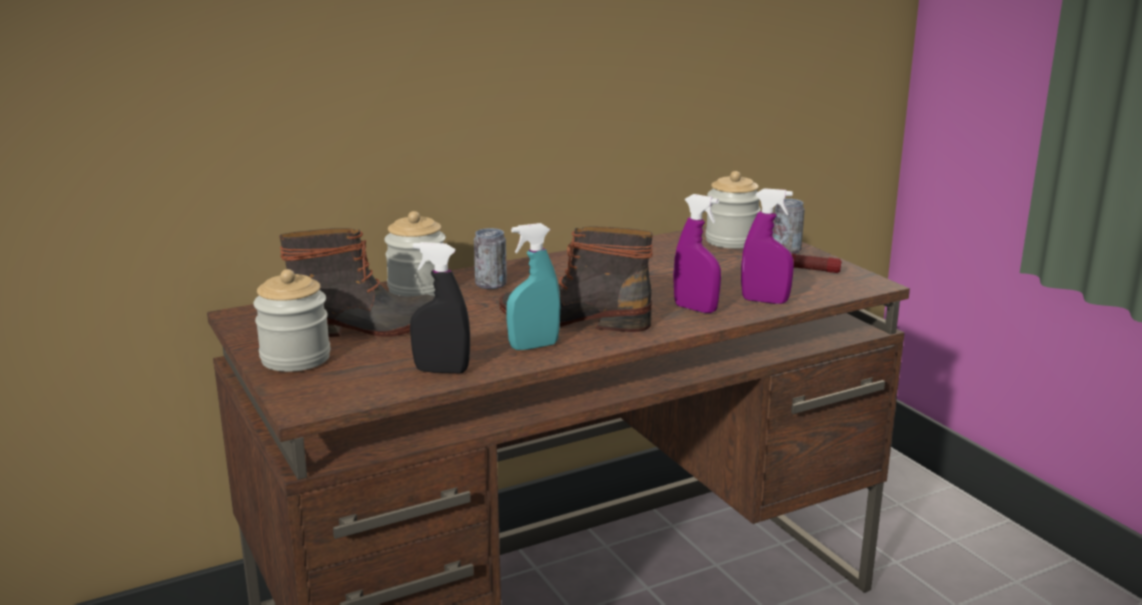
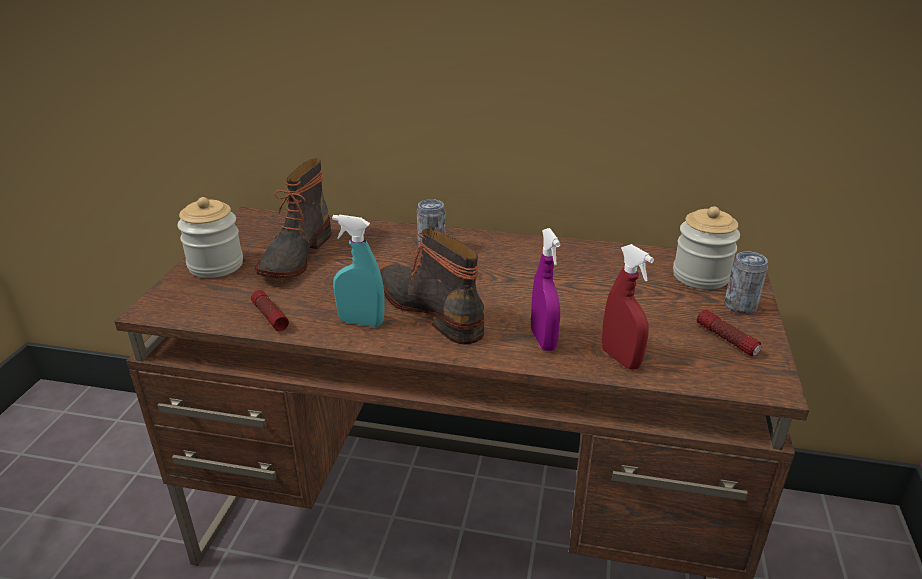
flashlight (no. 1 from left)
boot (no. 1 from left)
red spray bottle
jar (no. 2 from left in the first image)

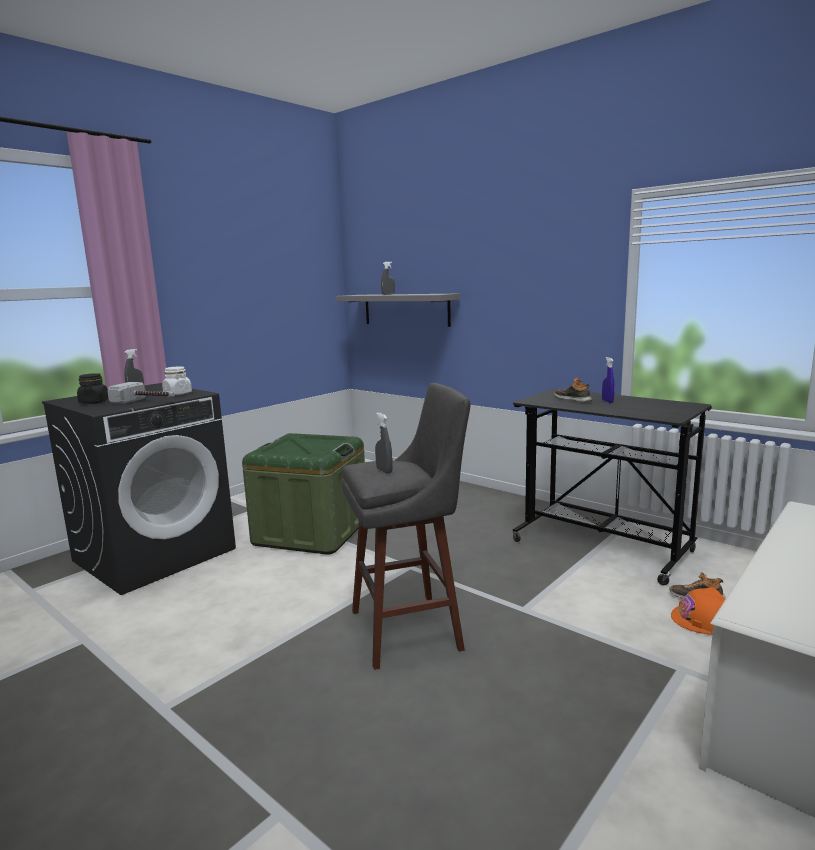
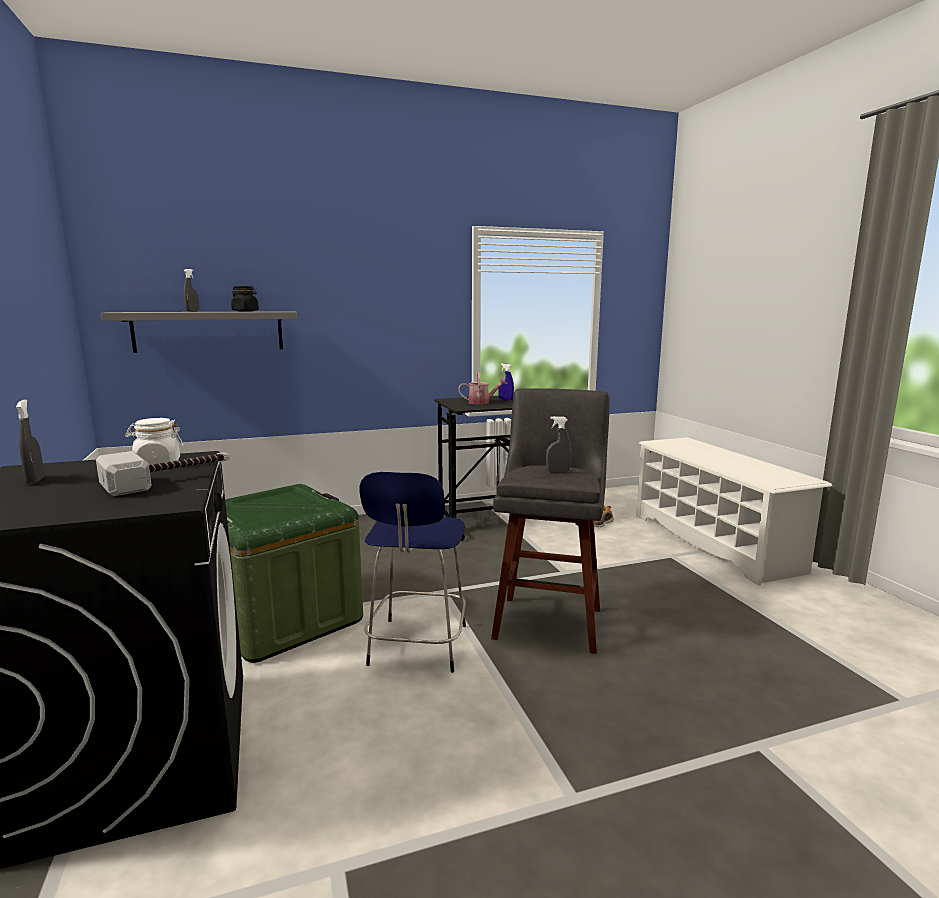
black jar
blue stool
watering can
orange hard hat

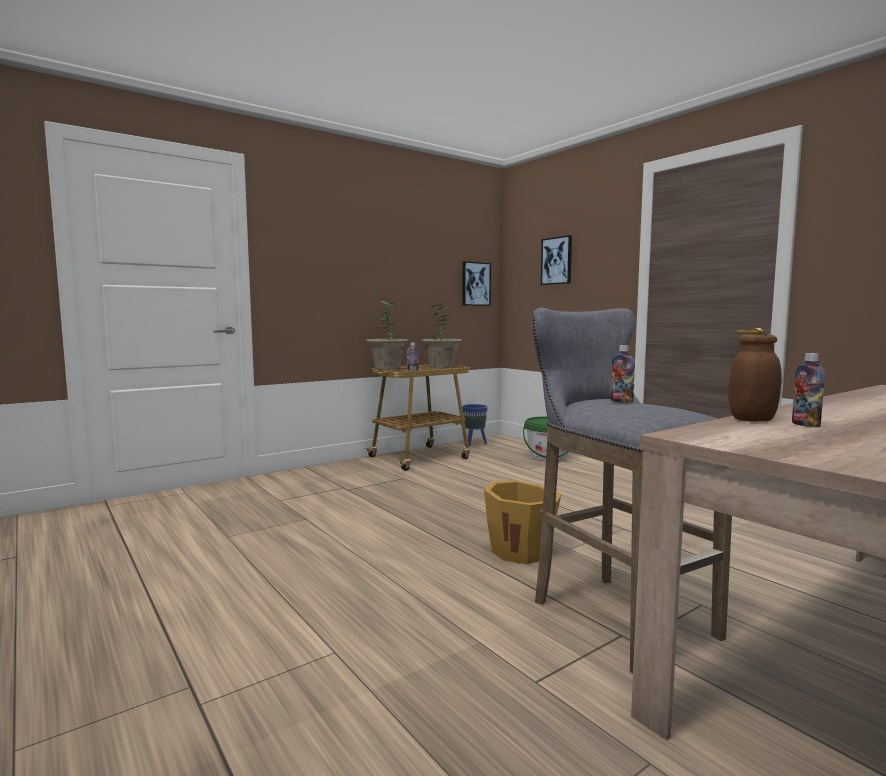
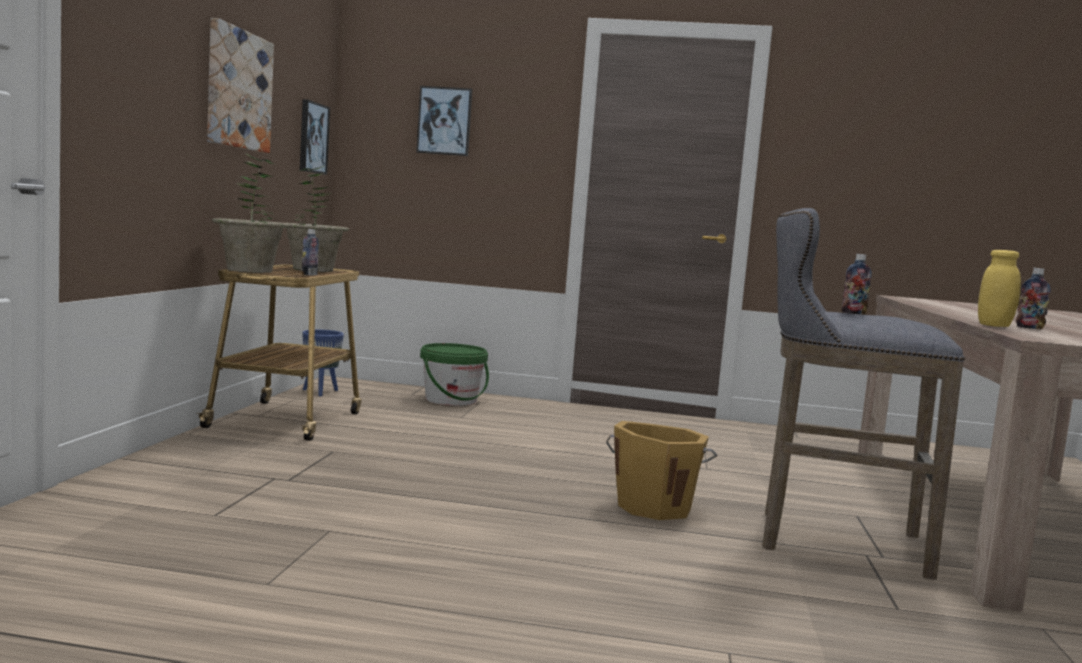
picture (no. 1 from left)
yellow jar

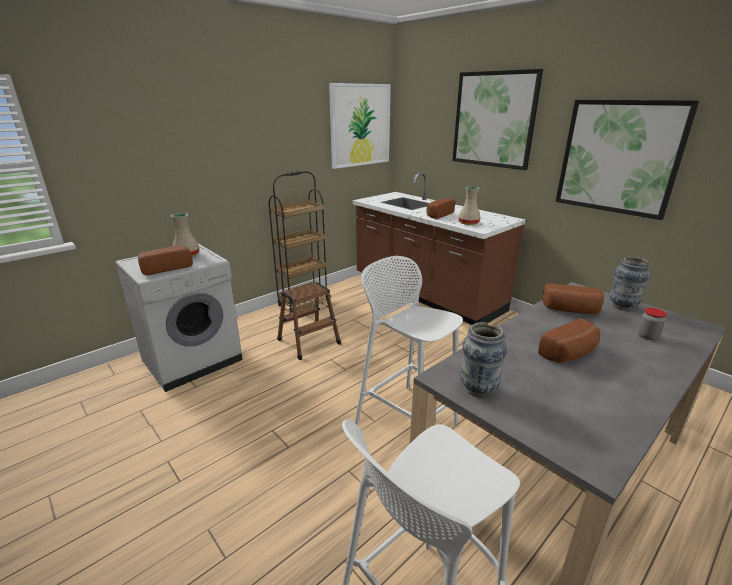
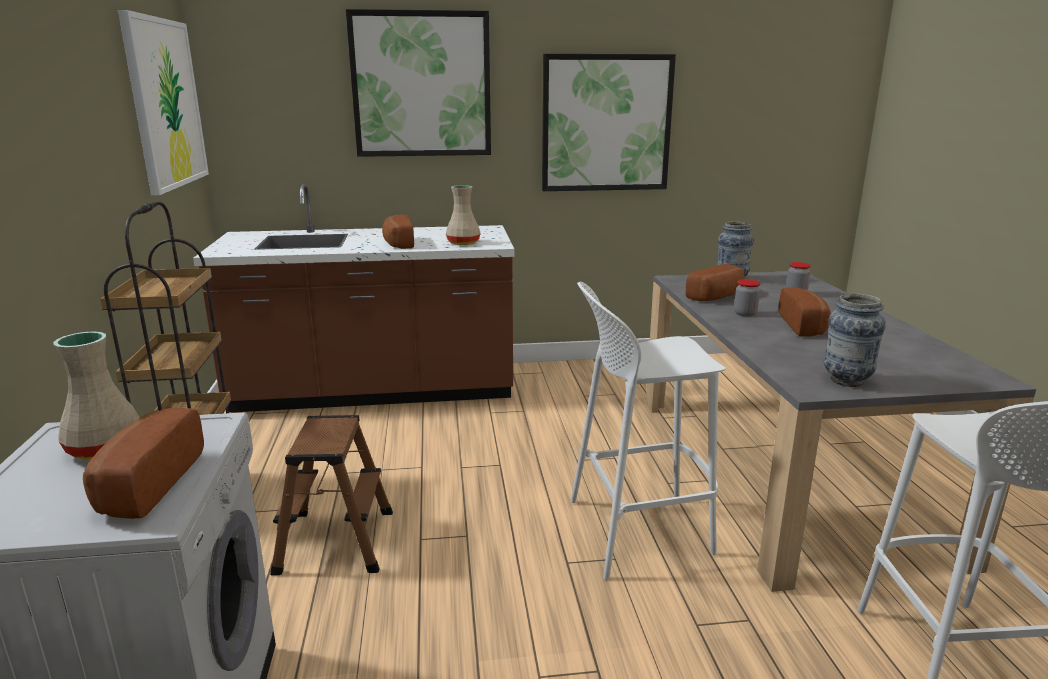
jar (no. 1 from left)

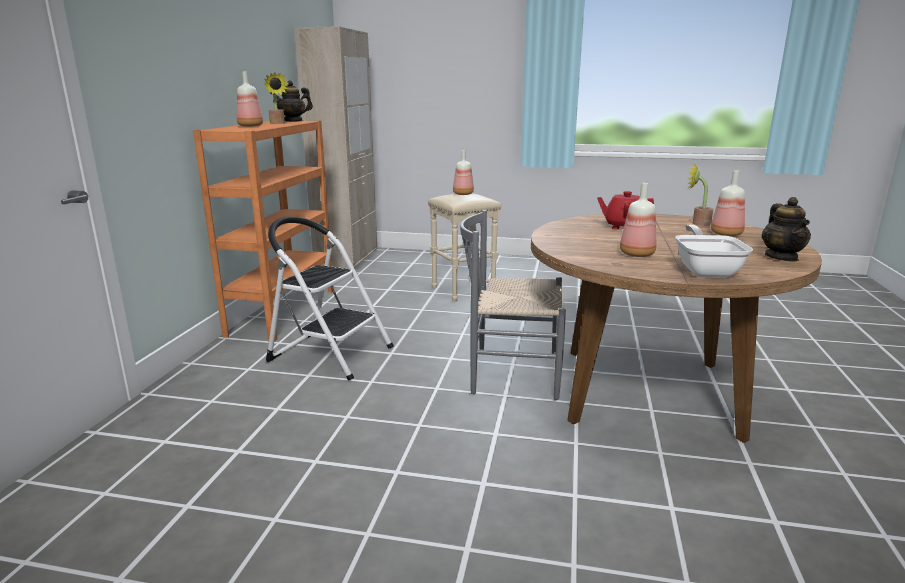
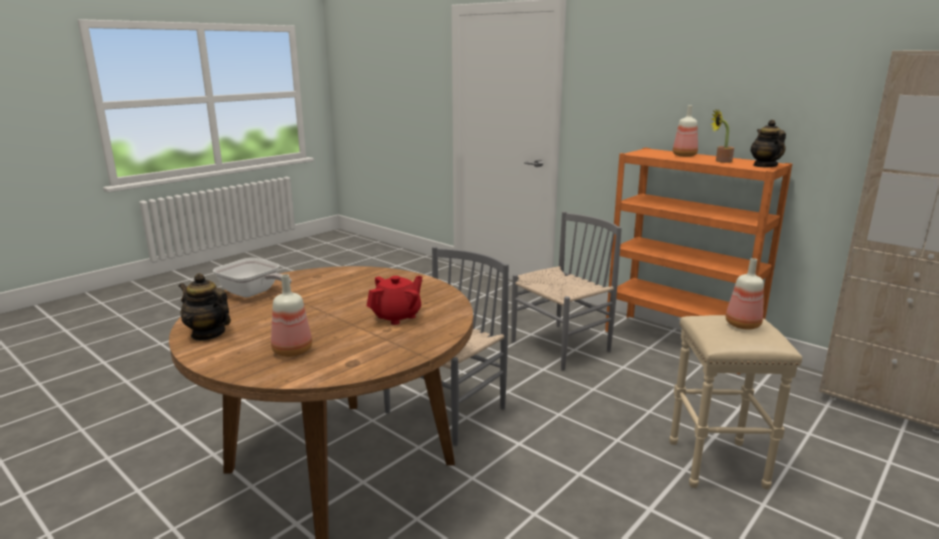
grey chair (no. 2 from left)
bottle (no. 3 from left in the first image)
potted plant (no. 2 from left in the first image)

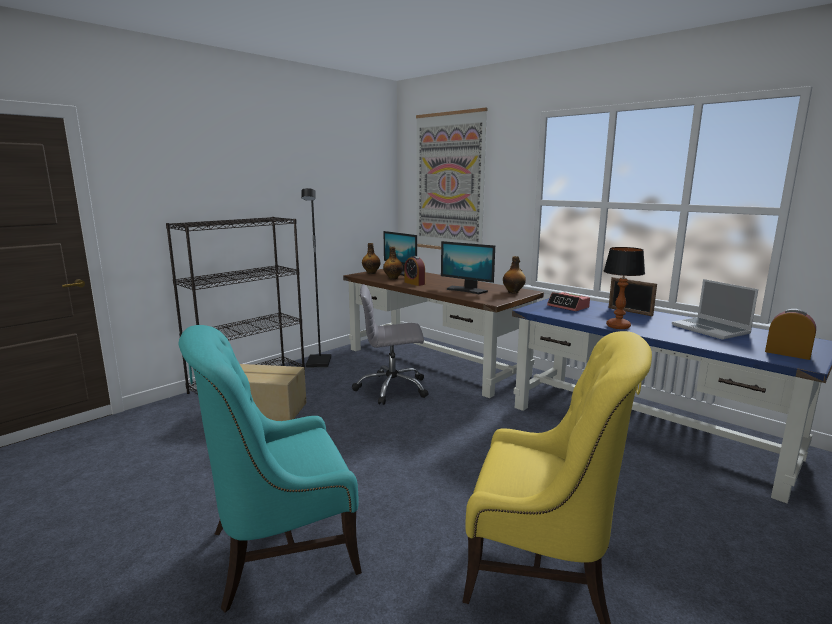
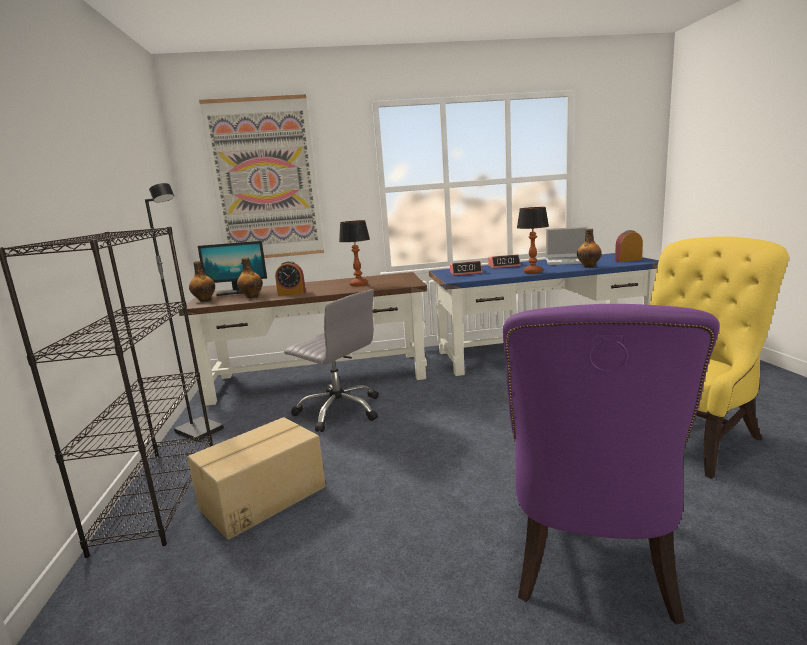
grey office chair
table lamp (no. 1 from left)
alarm clock (no. 3 from left)
purple chair
bottle (no. 3 from left)

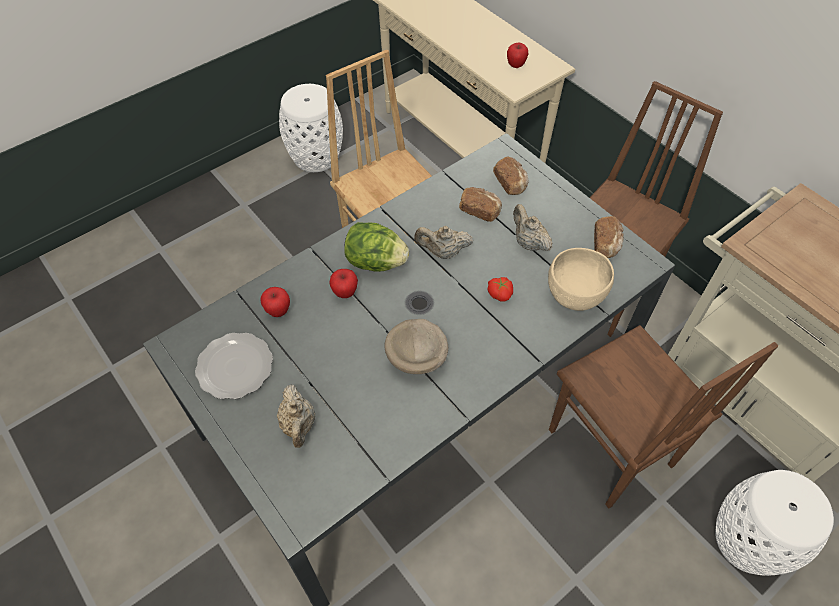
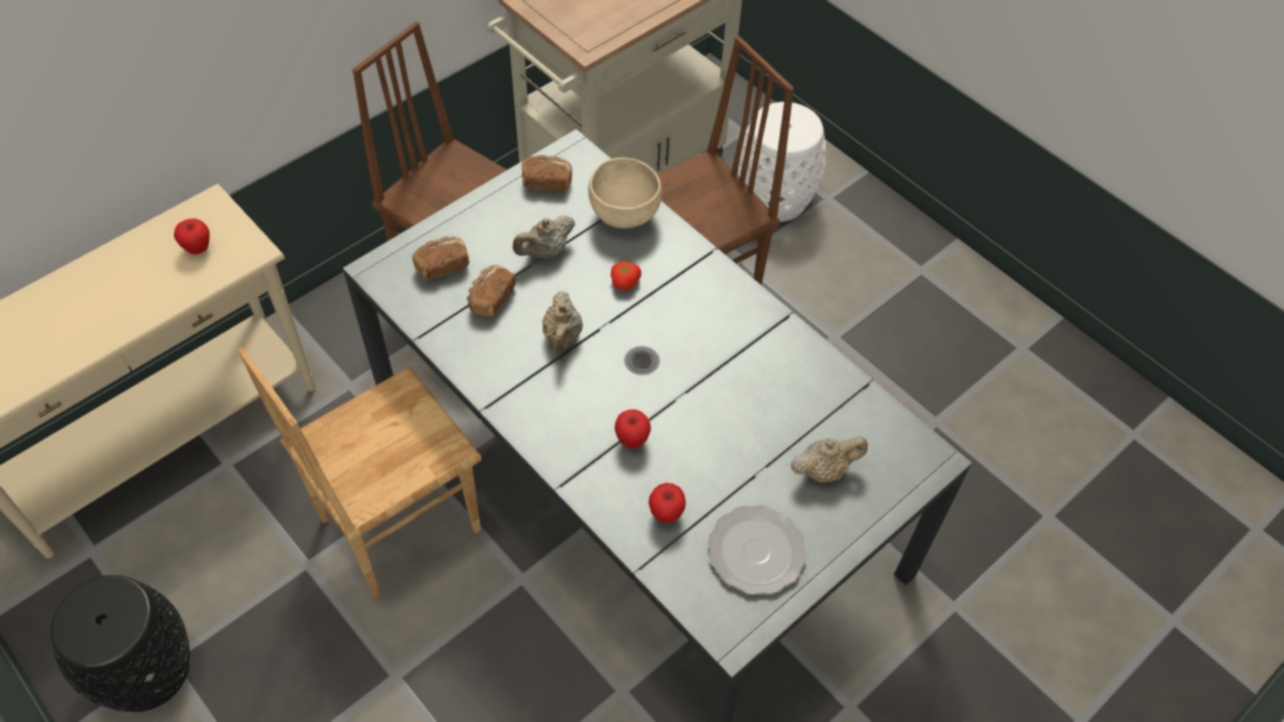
black stool
lettuce
beige bowl (no. 1 from left in the first image)

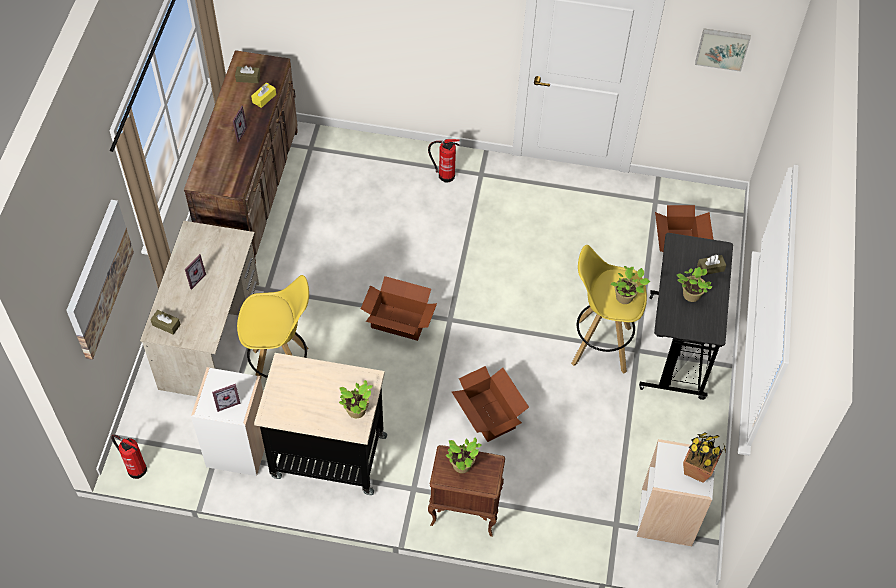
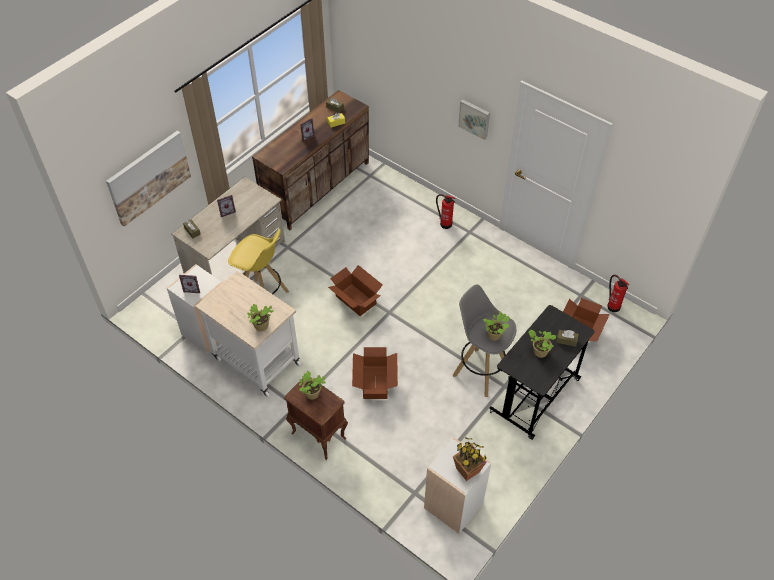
white cart
grey stool
picture (no. 2 from left)
fire extinguisher (no. 2 from left)

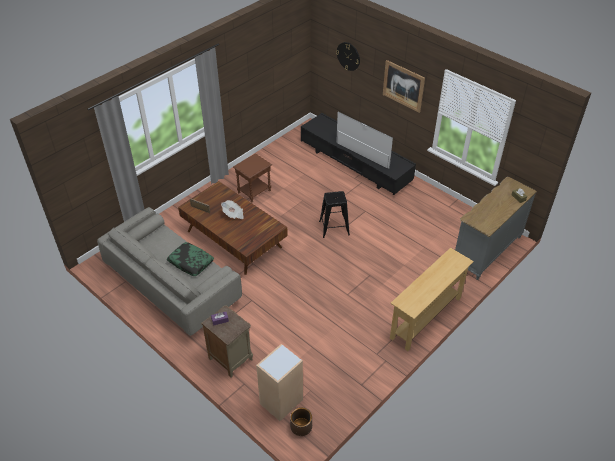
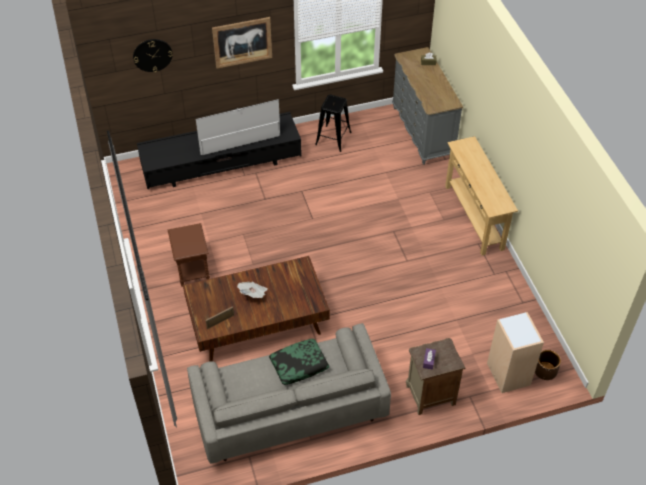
black stool

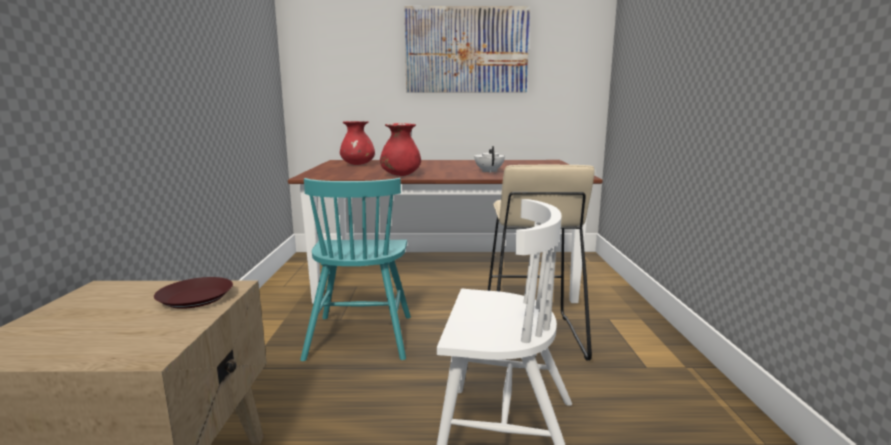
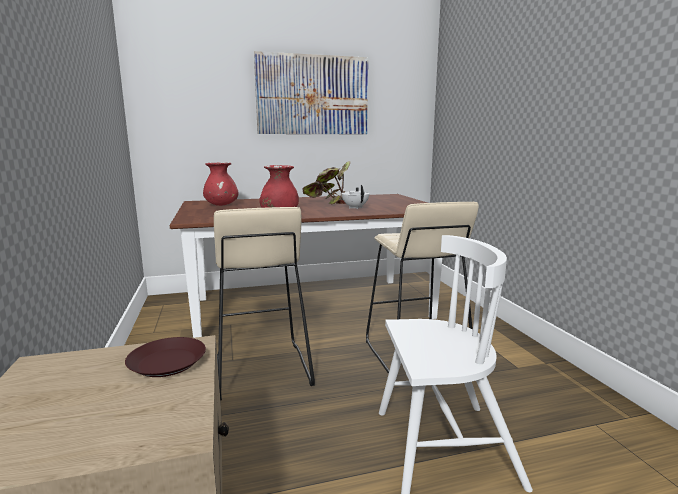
beige stool (no. 1 from left)
potted plant

